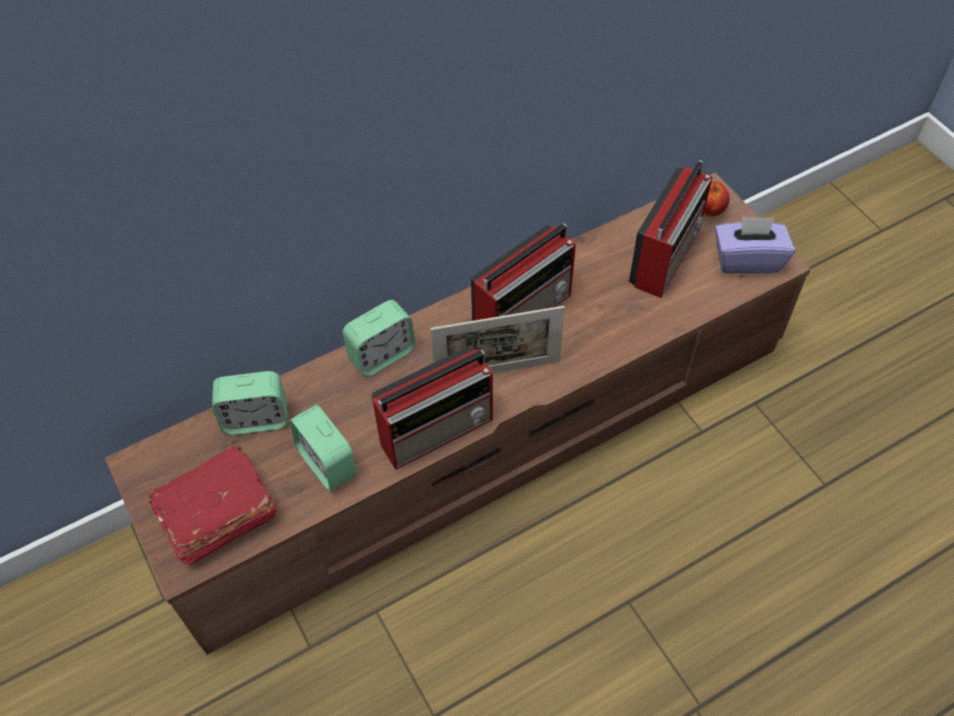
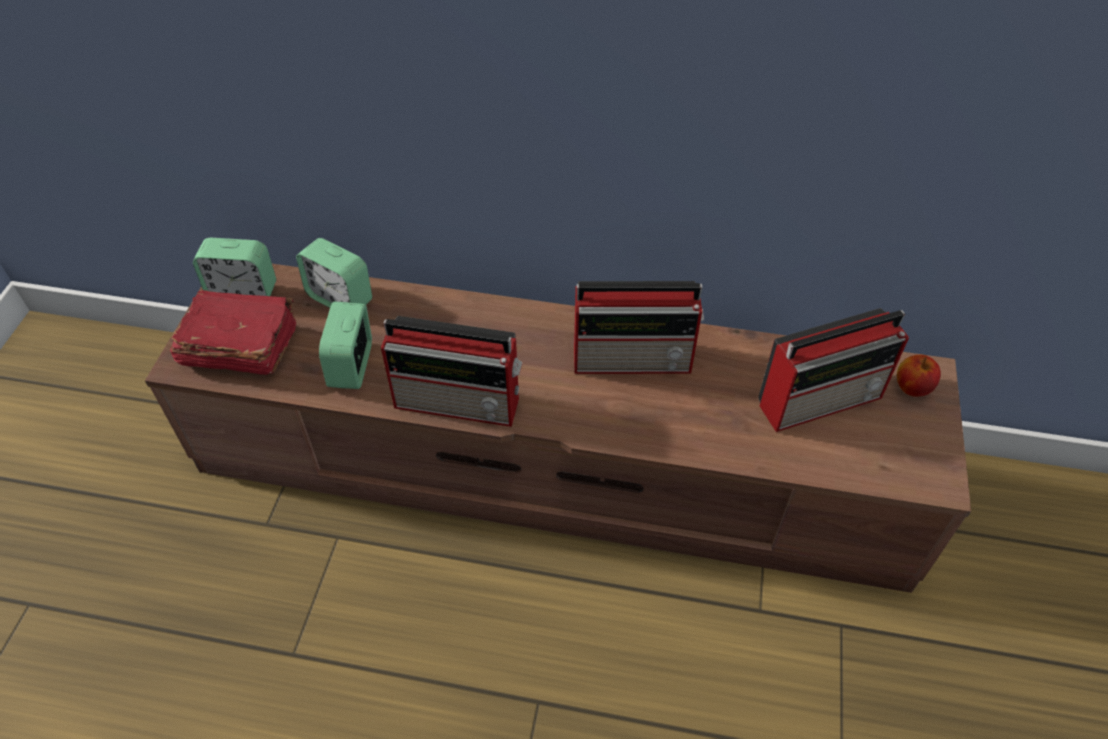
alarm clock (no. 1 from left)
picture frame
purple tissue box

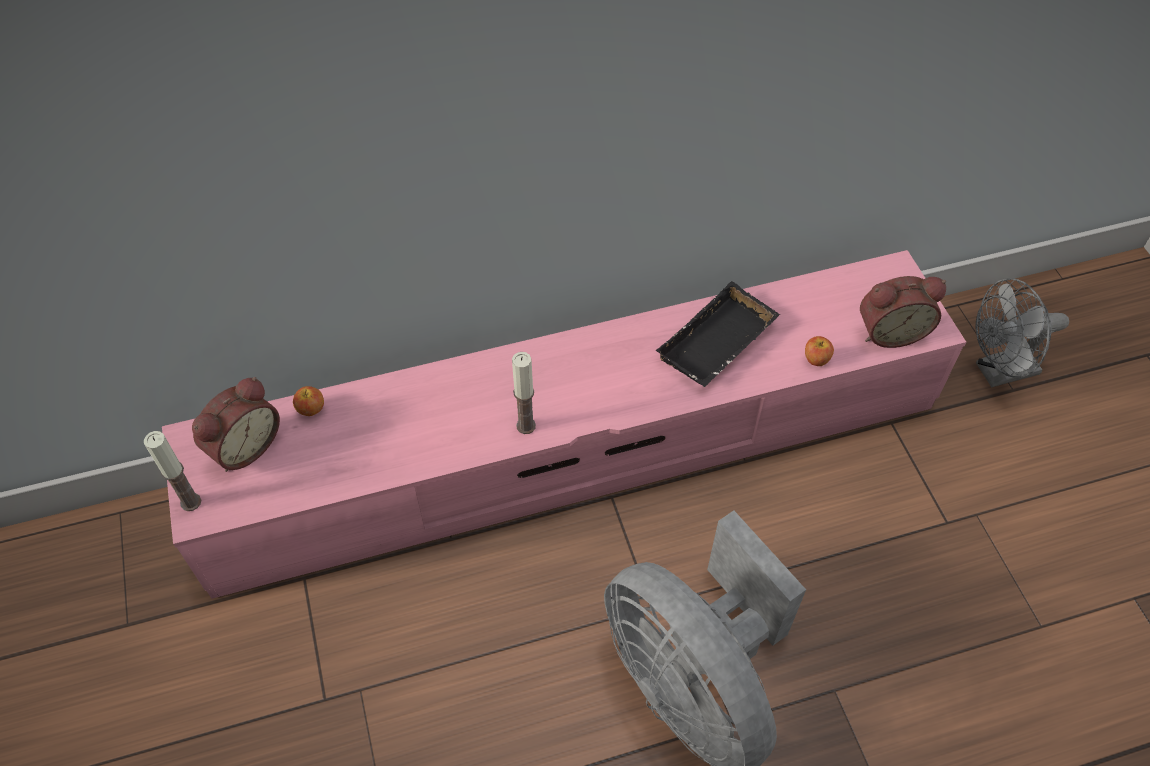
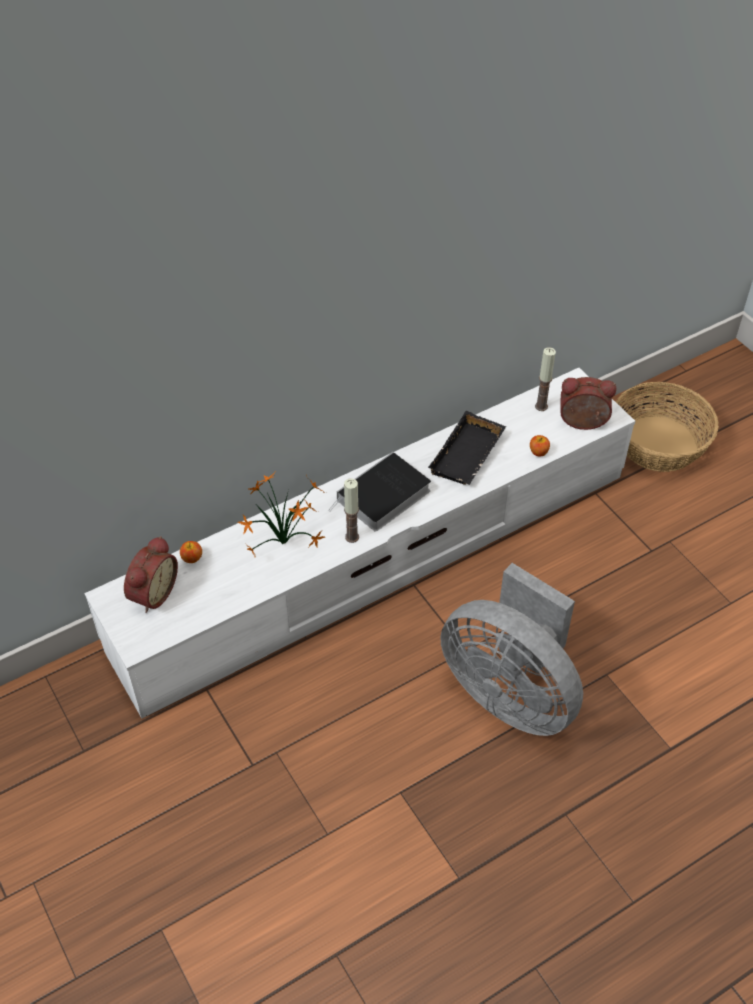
white tv stand
potted plant
book
candle (no. 2 from left)
alarm clock (no. 2 from left)
basket

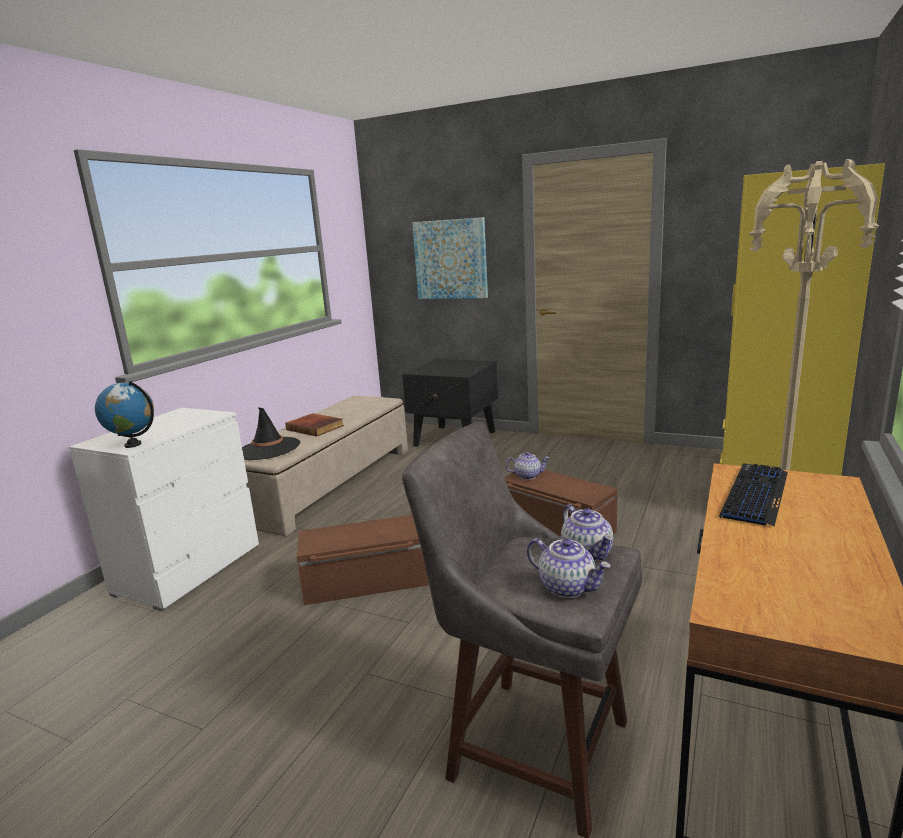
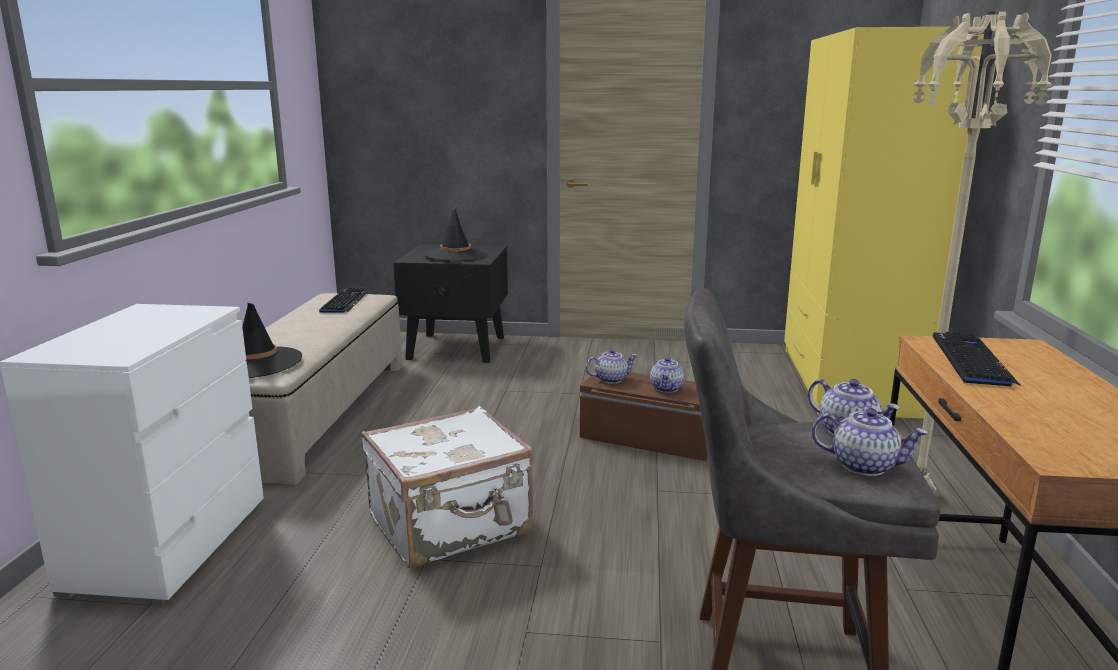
keyboard (no. 1 from left)
white suitcase
black hat (no. 2 from left)
teapot (no. 2 from left)
globe
book
picture

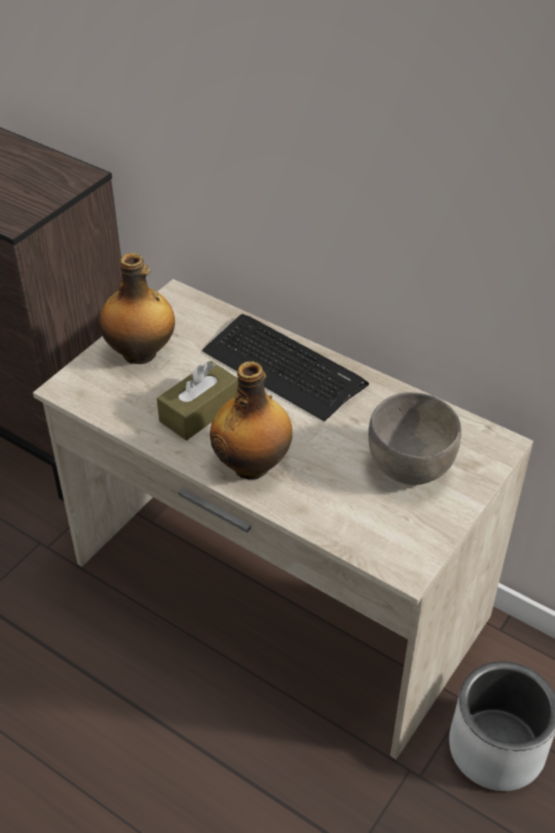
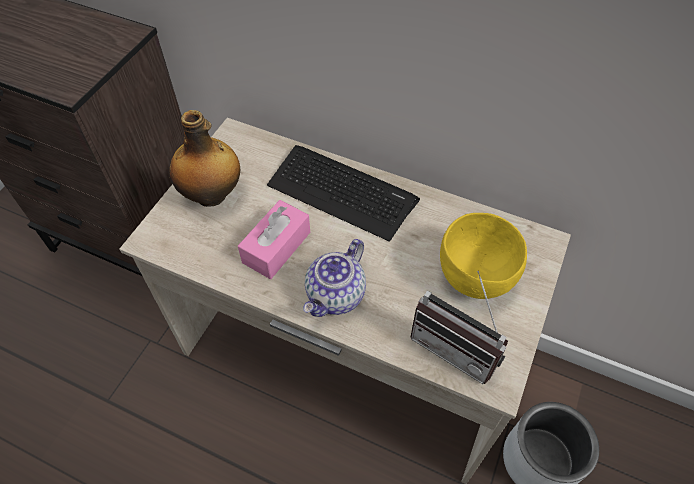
pink tissue box
teapot
radio
yellow bowl

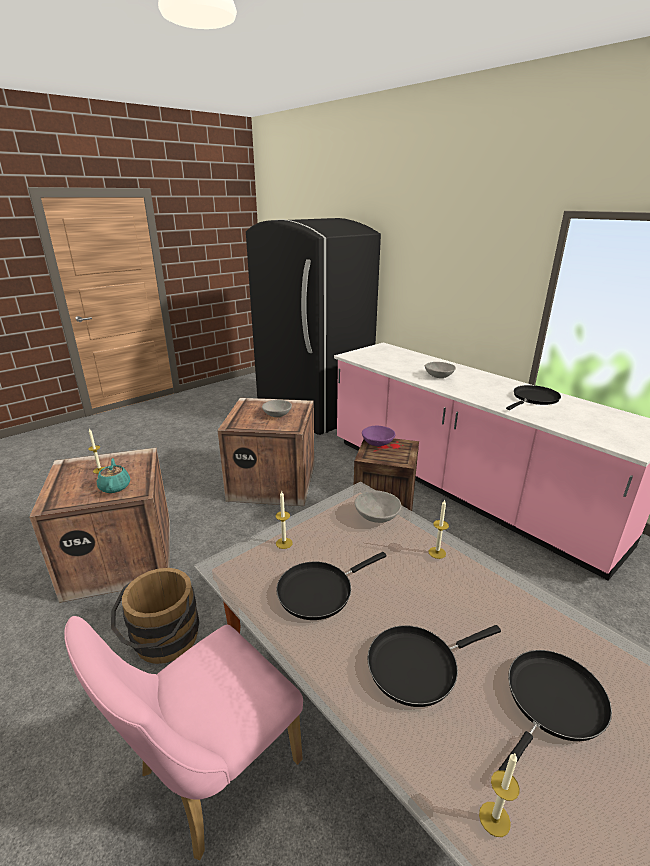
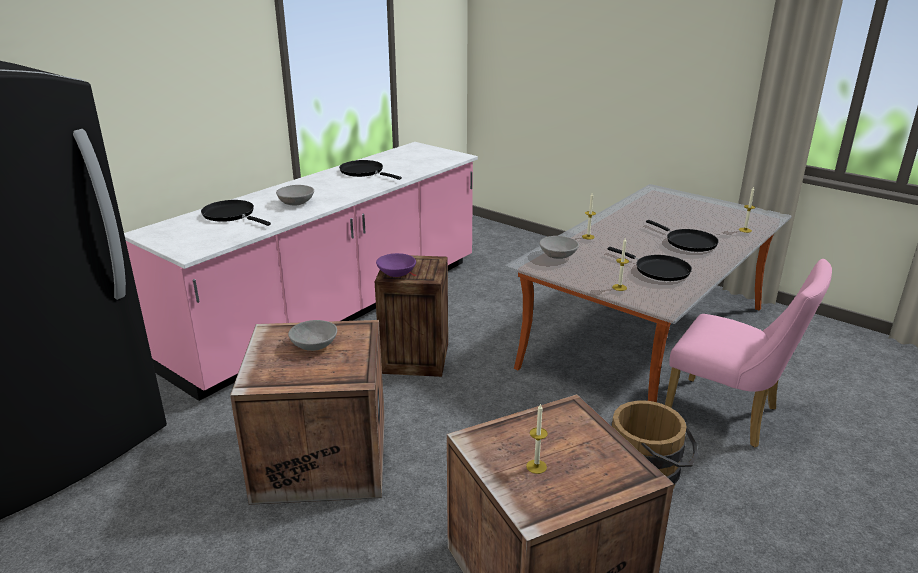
black frying pan (no. 1 from left)
turquoise teapot

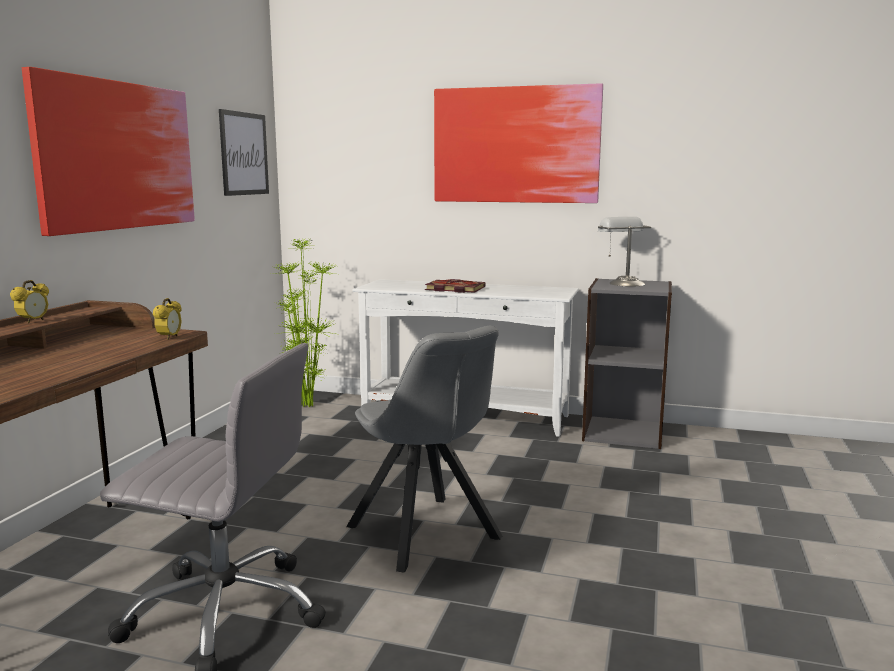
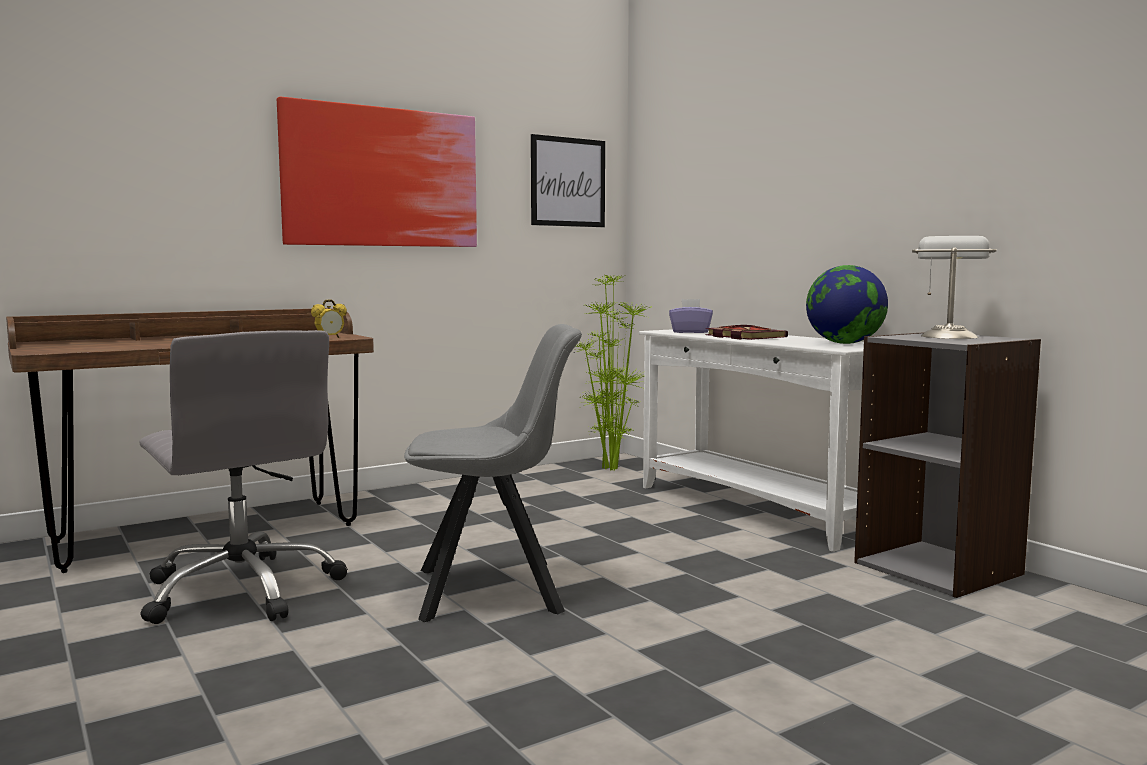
grey chair
purple tissue box
globe
alarm clock (no. 1 from left in the first image)
picture (no. 3 from left in the first image)

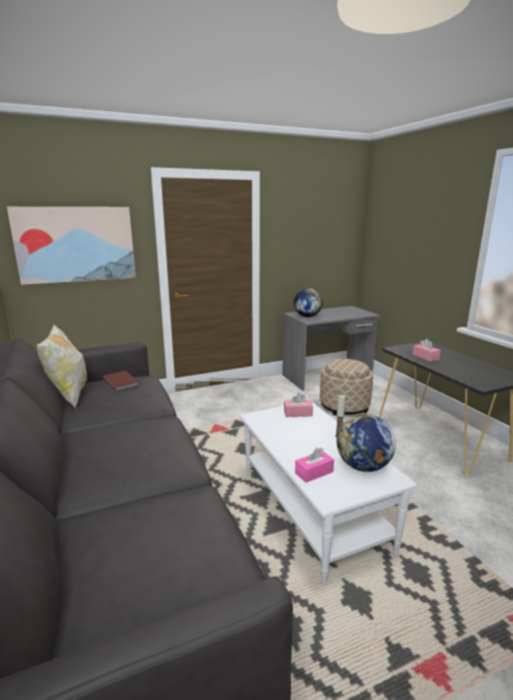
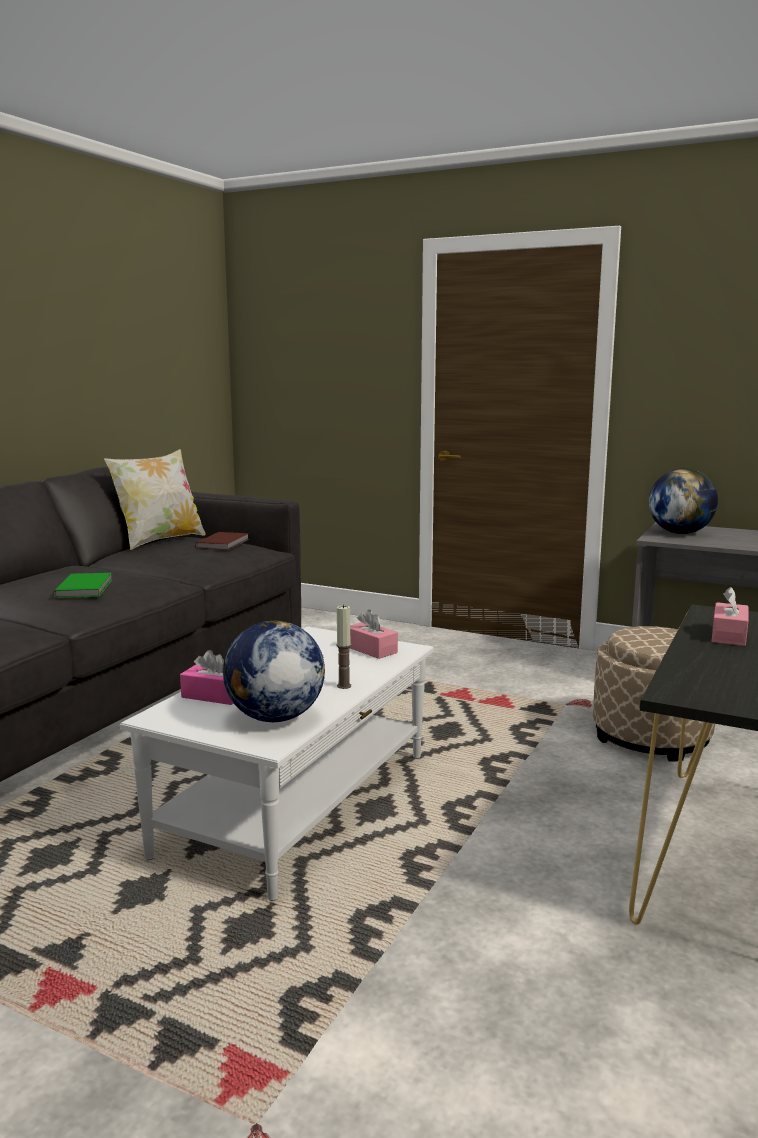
green book
picture

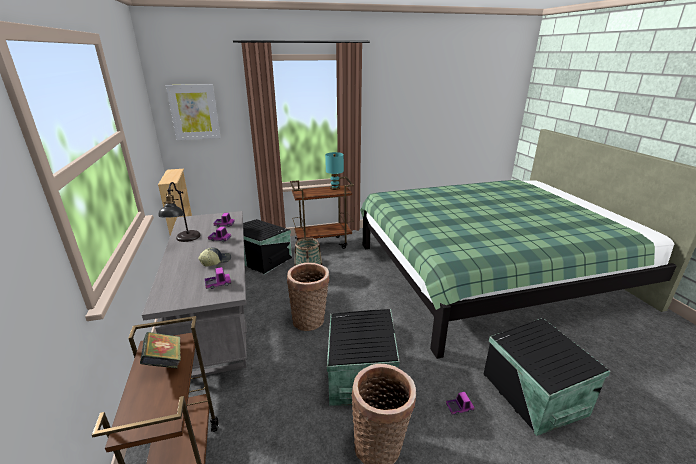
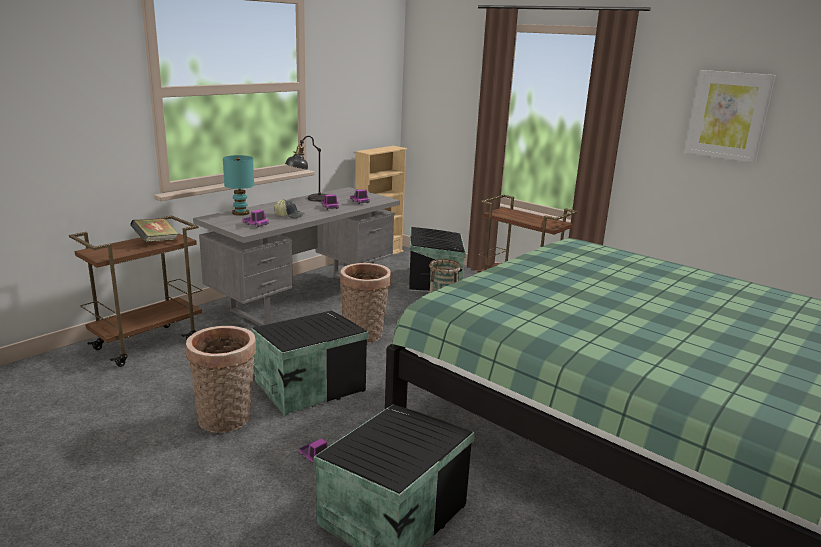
turquoise table lamp
picture

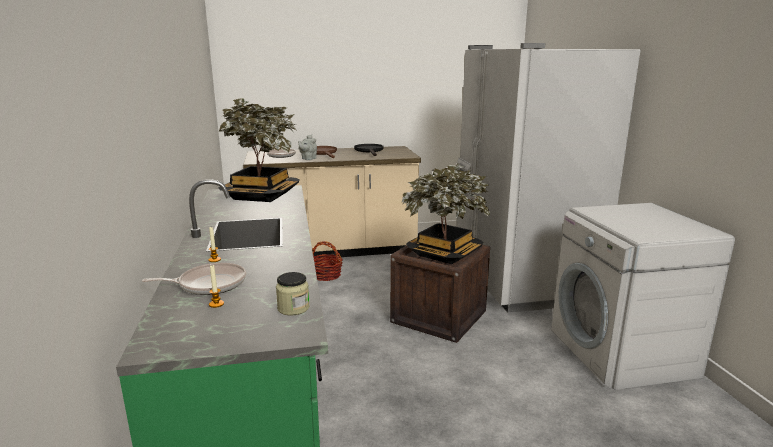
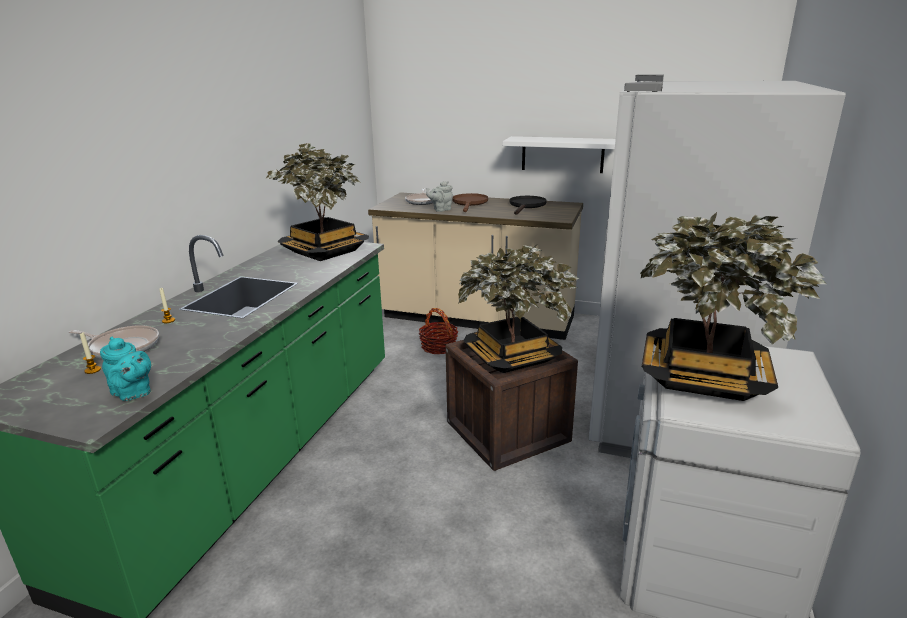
turquoise teapot
white shelf
potted plant (no. 3 from left)

